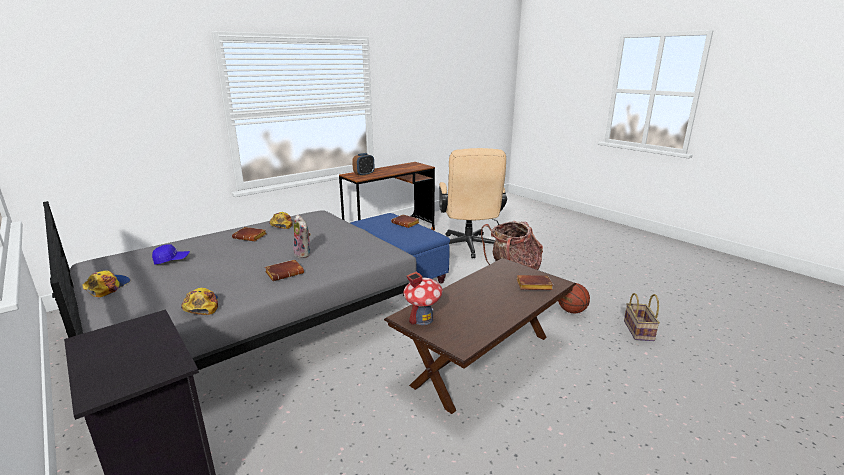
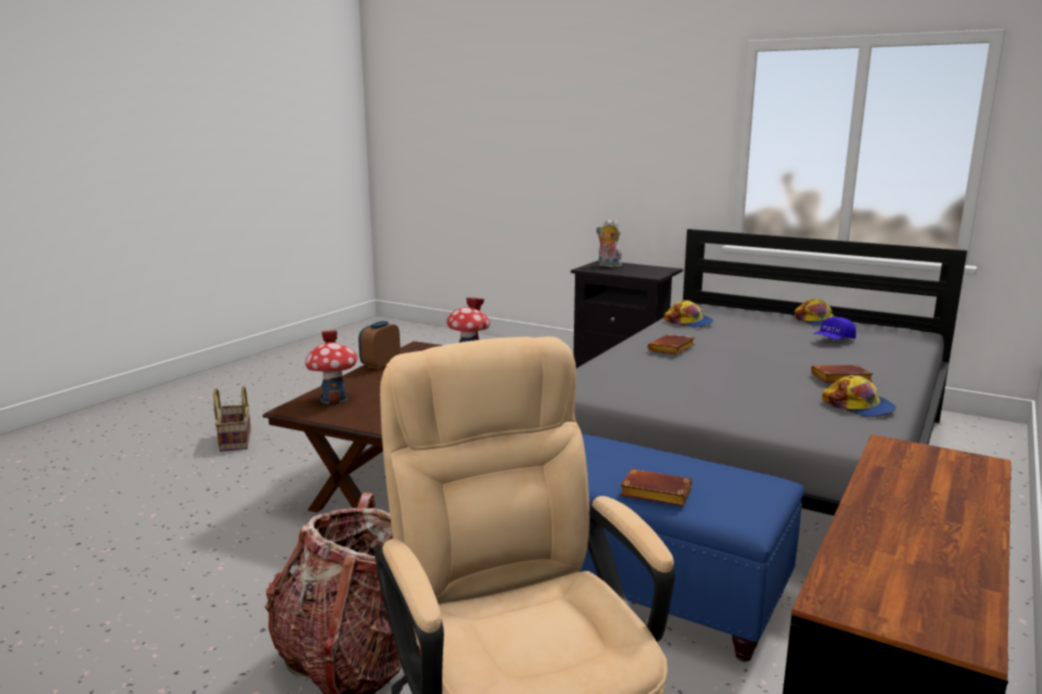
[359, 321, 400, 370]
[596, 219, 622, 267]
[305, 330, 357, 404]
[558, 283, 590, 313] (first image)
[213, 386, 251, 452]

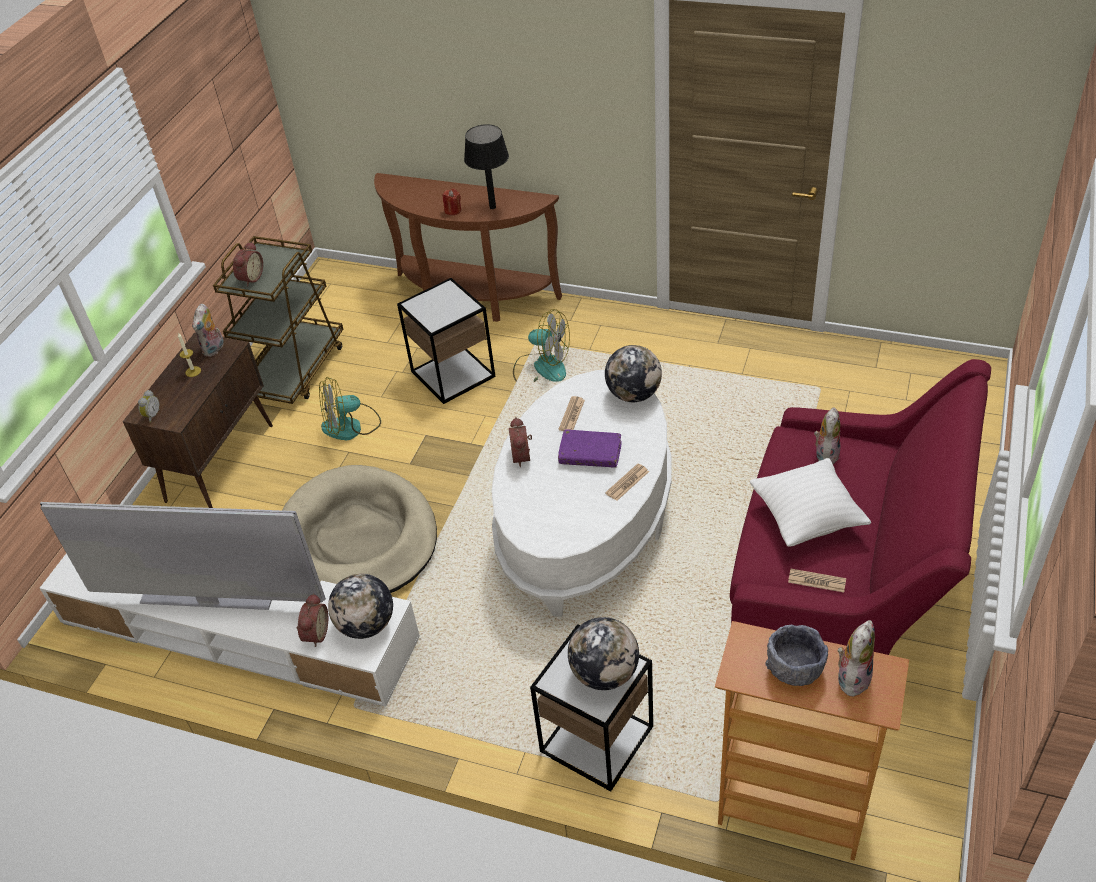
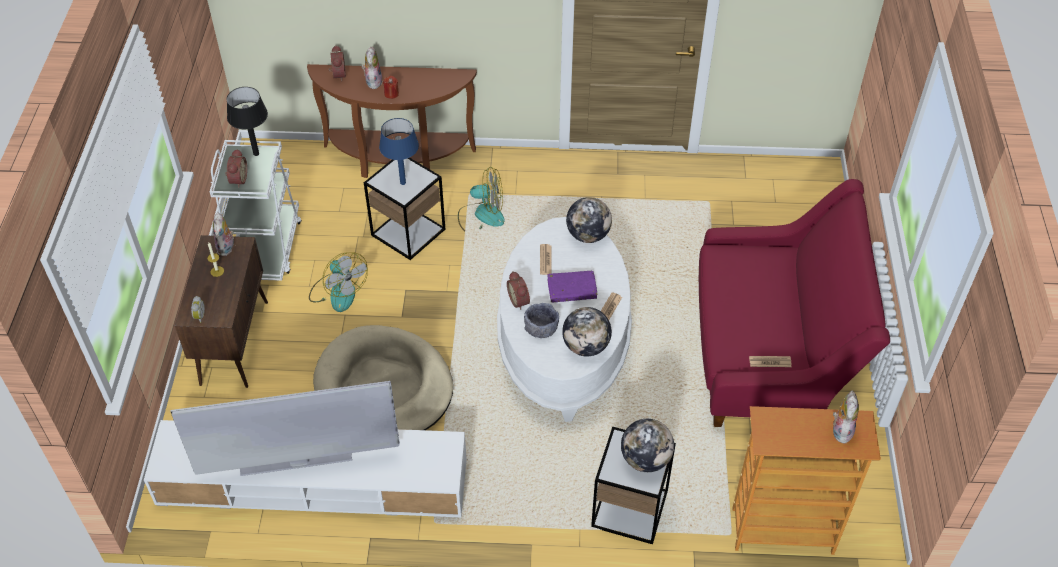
[227, 87, 268, 156]
[210, 140, 302, 281]
[309, 252, 368, 312]
[362, 47, 383, 89]
[750, 458, 871, 547] (first image)
[562, 307, 612, 357]
[329, 45, 346, 81]
[524, 303, 559, 338]
[379, 118, 419, 185]

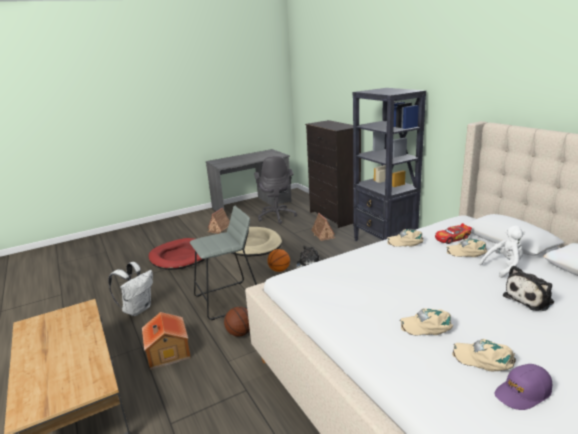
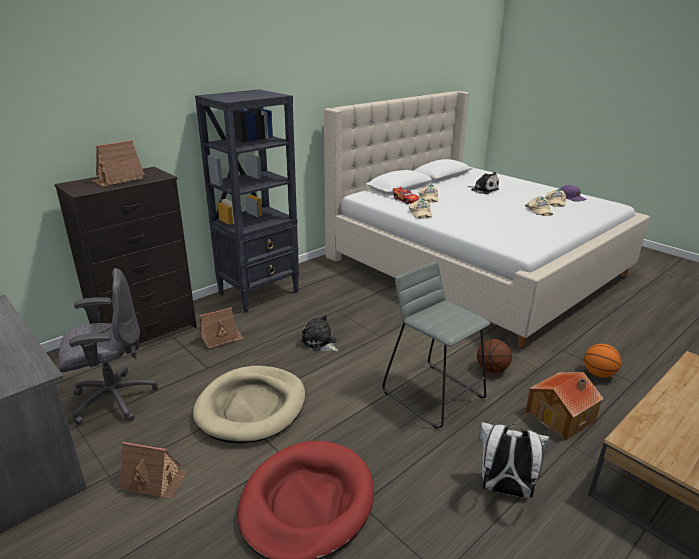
[479, 226, 525, 278] (first image)
[584, 344, 621, 378]
[91, 140, 145, 187]

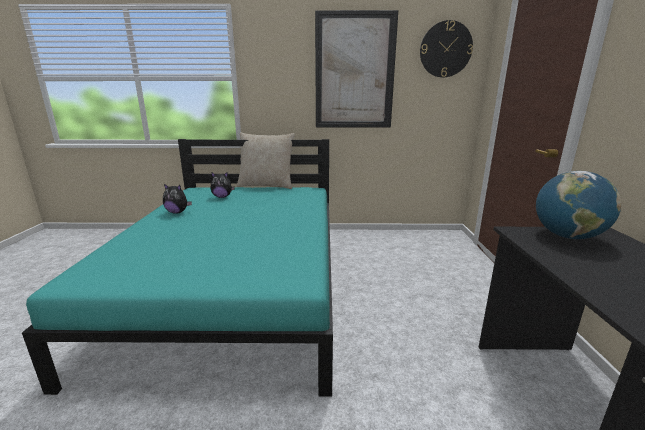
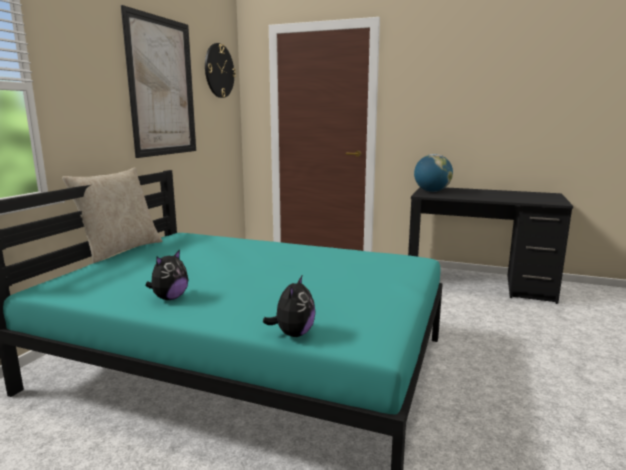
[263, 274, 316, 337]

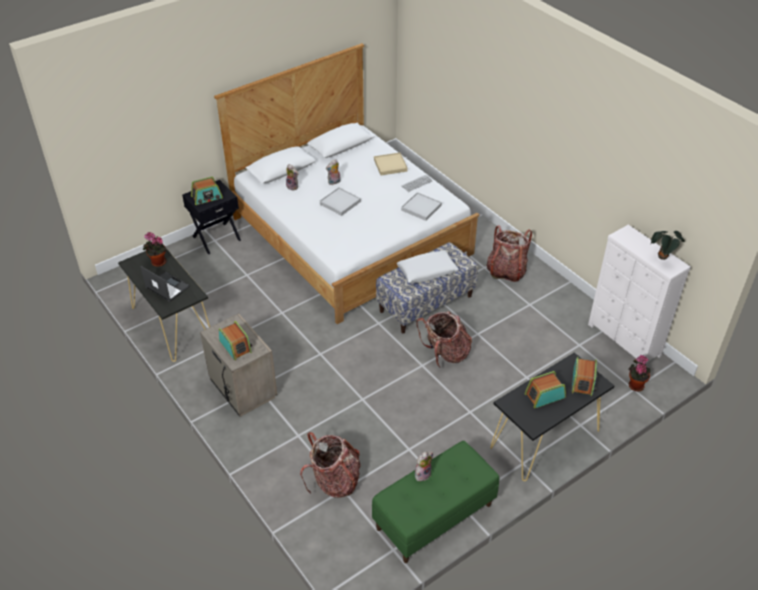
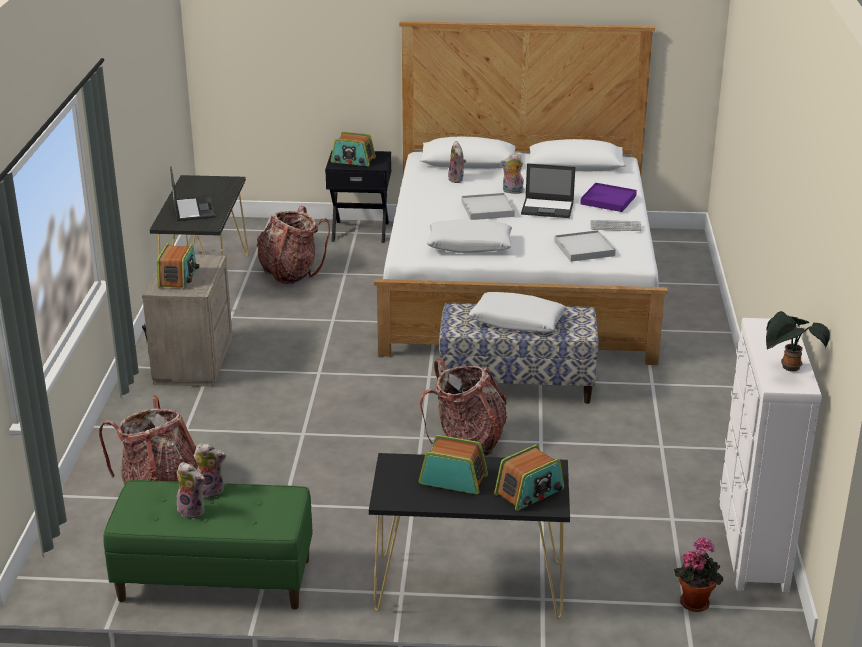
[580, 183, 637, 212]
[257, 206, 330, 285]
[143, 232, 166, 267] (first image)
[521, 164, 575, 218]
[427, 220, 512, 253]
[177, 462, 206, 519]

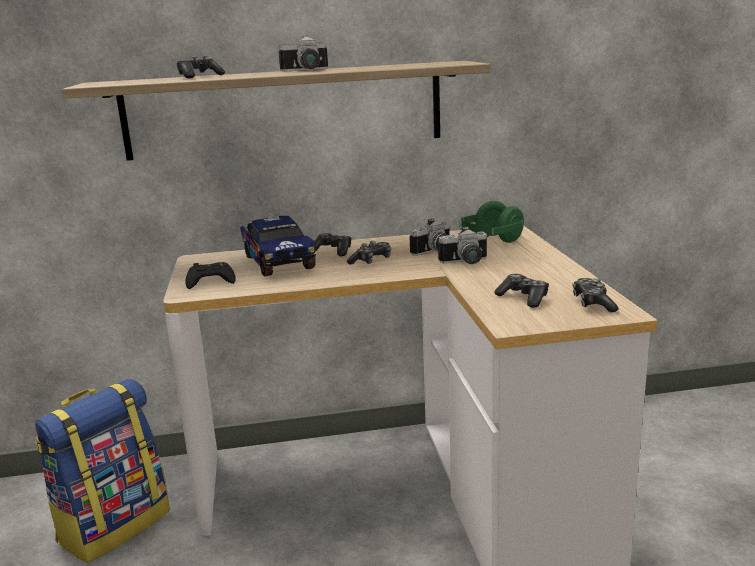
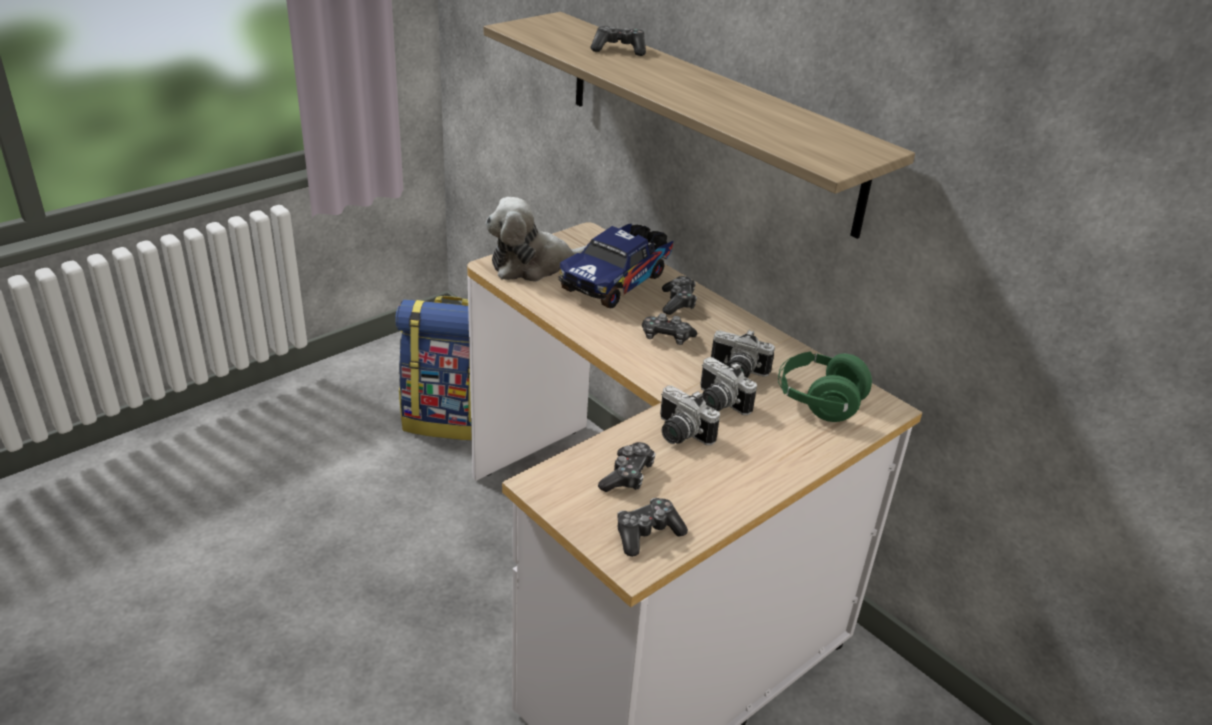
[660, 386, 720, 445]
[485, 197, 587, 282]

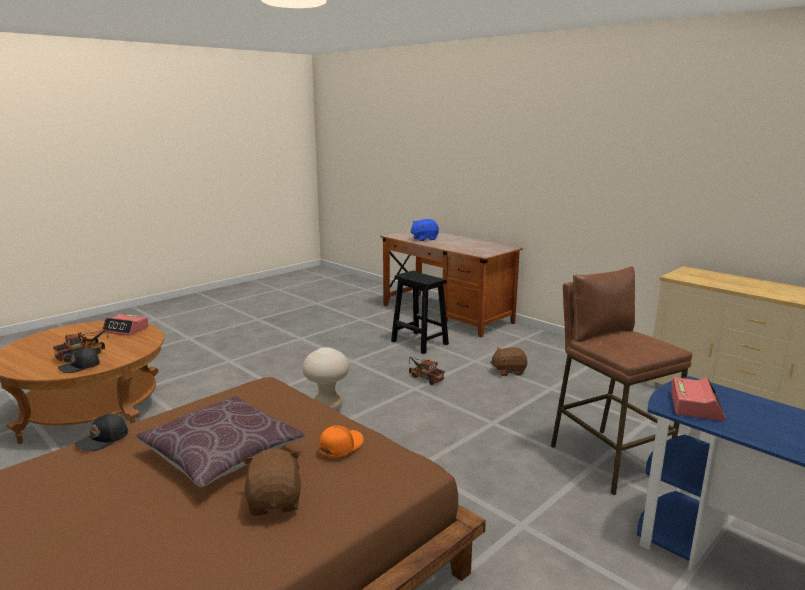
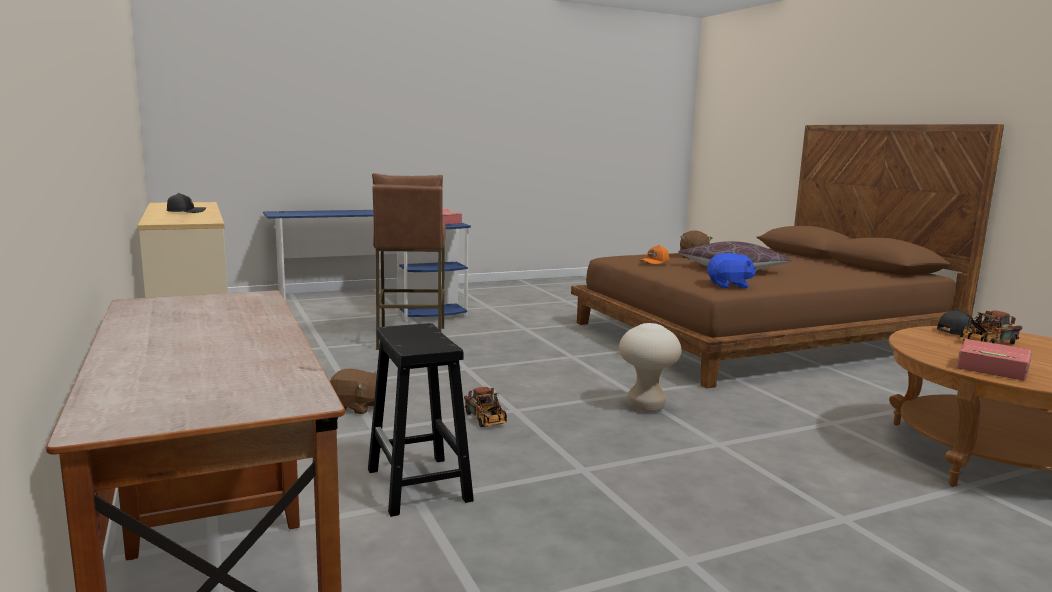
[707, 253, 756, 288]
[167, 193, 206, 213]

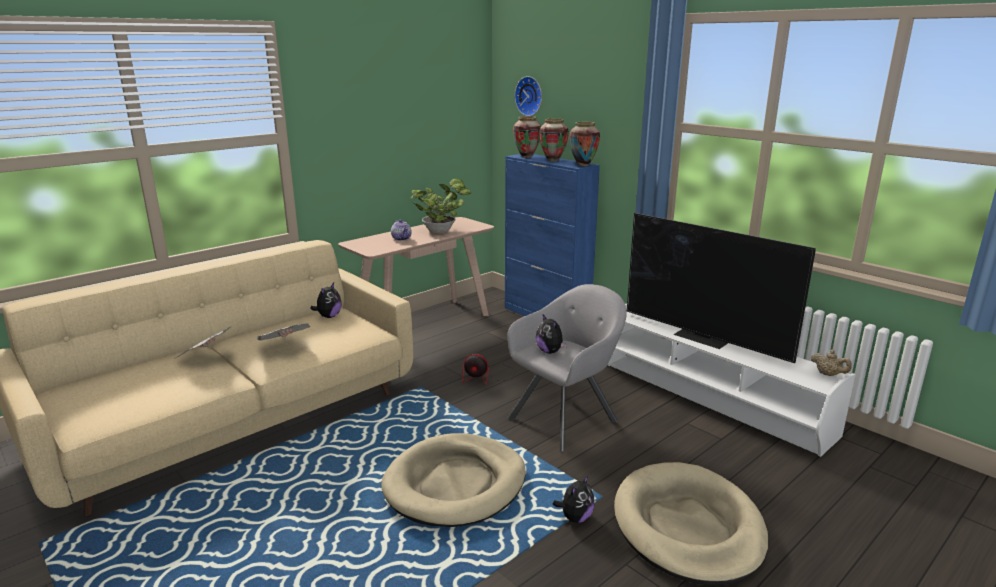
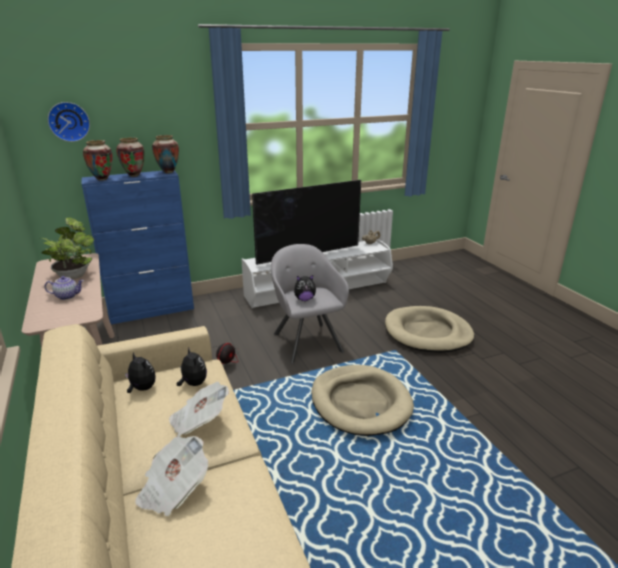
[177, 348, 207, 386]

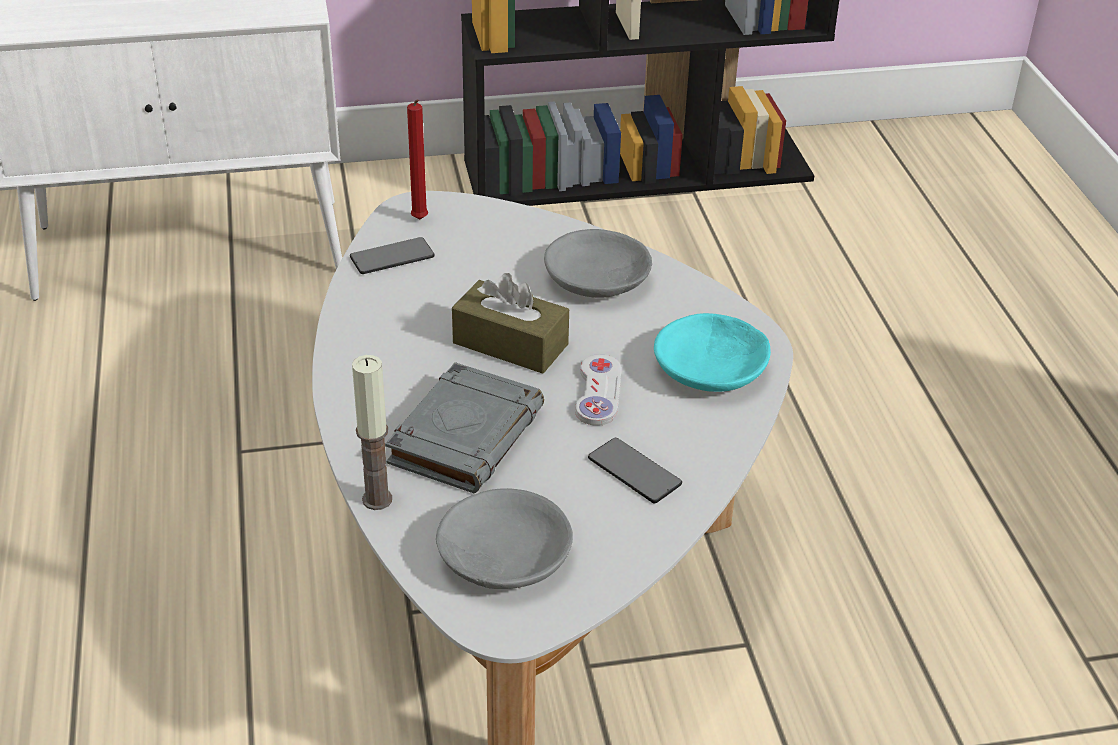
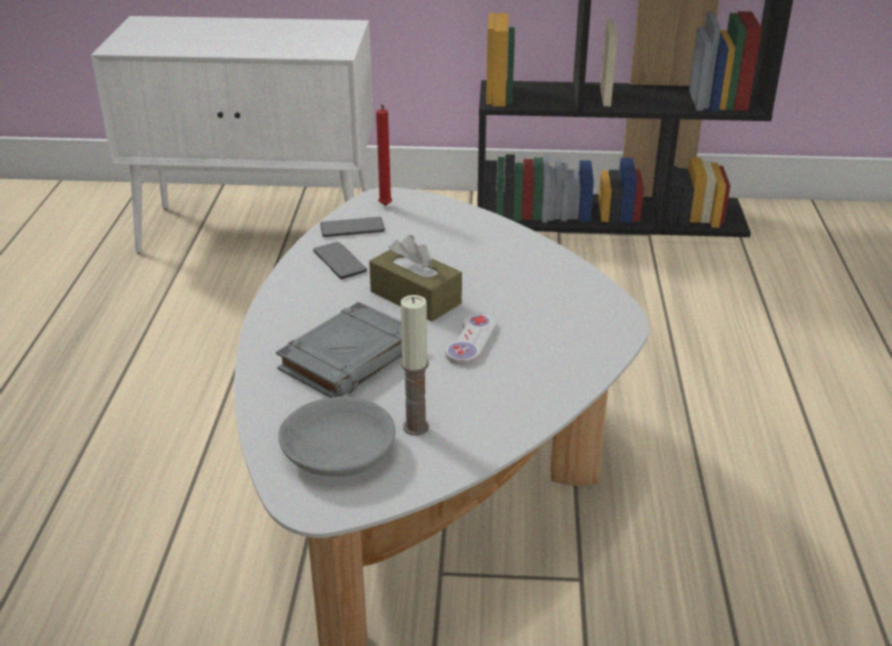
[544, 229, 652, 298] (first image)
[654, 313, 771, 392] (first image)
[401, 295, 429, 436]
[313, 242, 367, 279]

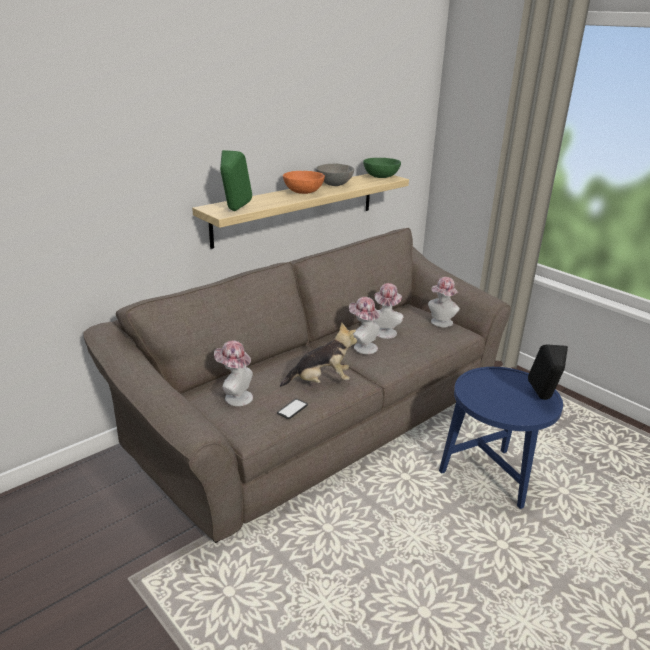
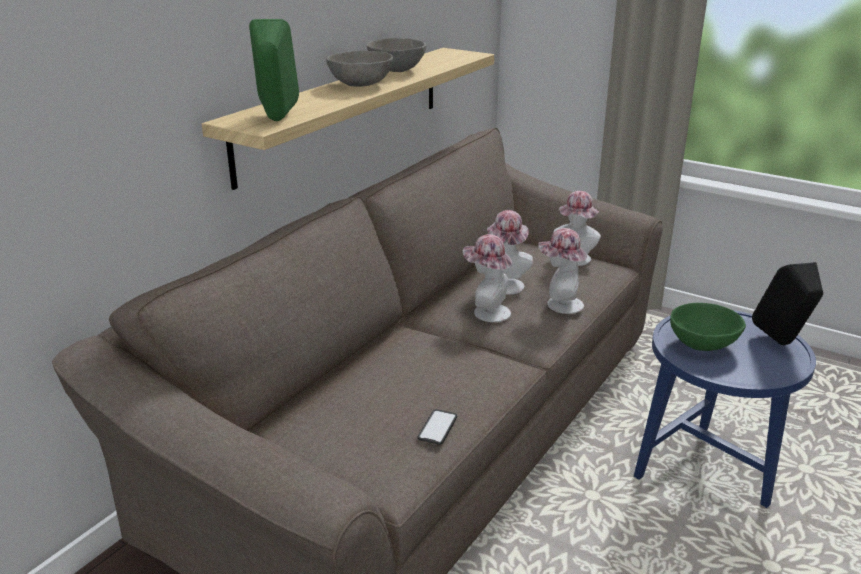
[670, 303, 746, 351]
[326, 51, 393, 87]
[280, 322, 357, 387] (first image)
[538, 228, 587, 314]

